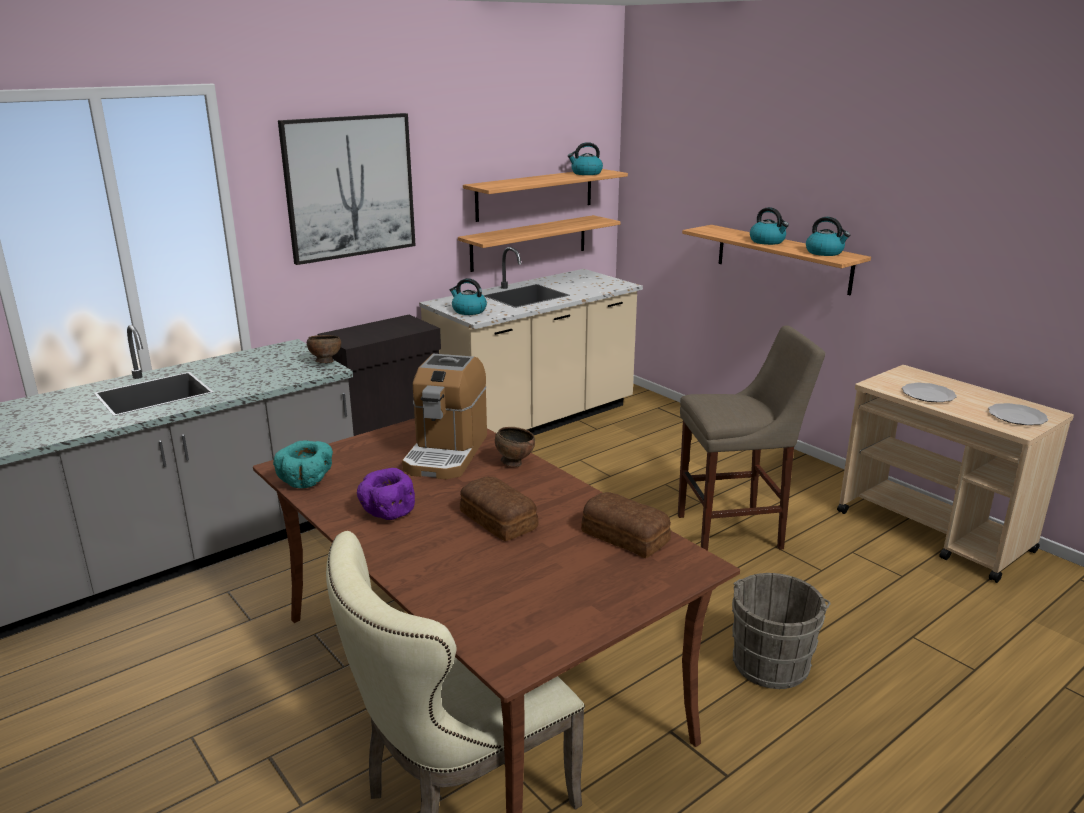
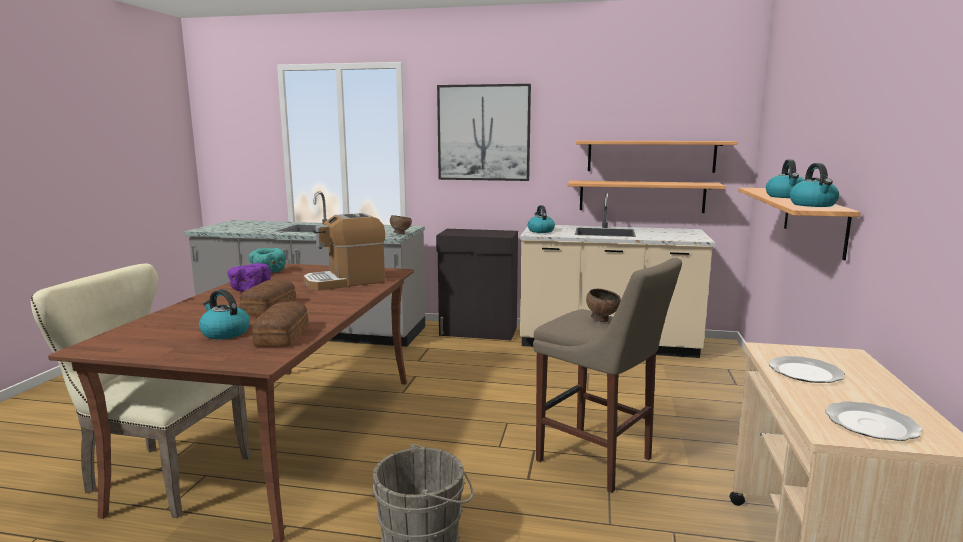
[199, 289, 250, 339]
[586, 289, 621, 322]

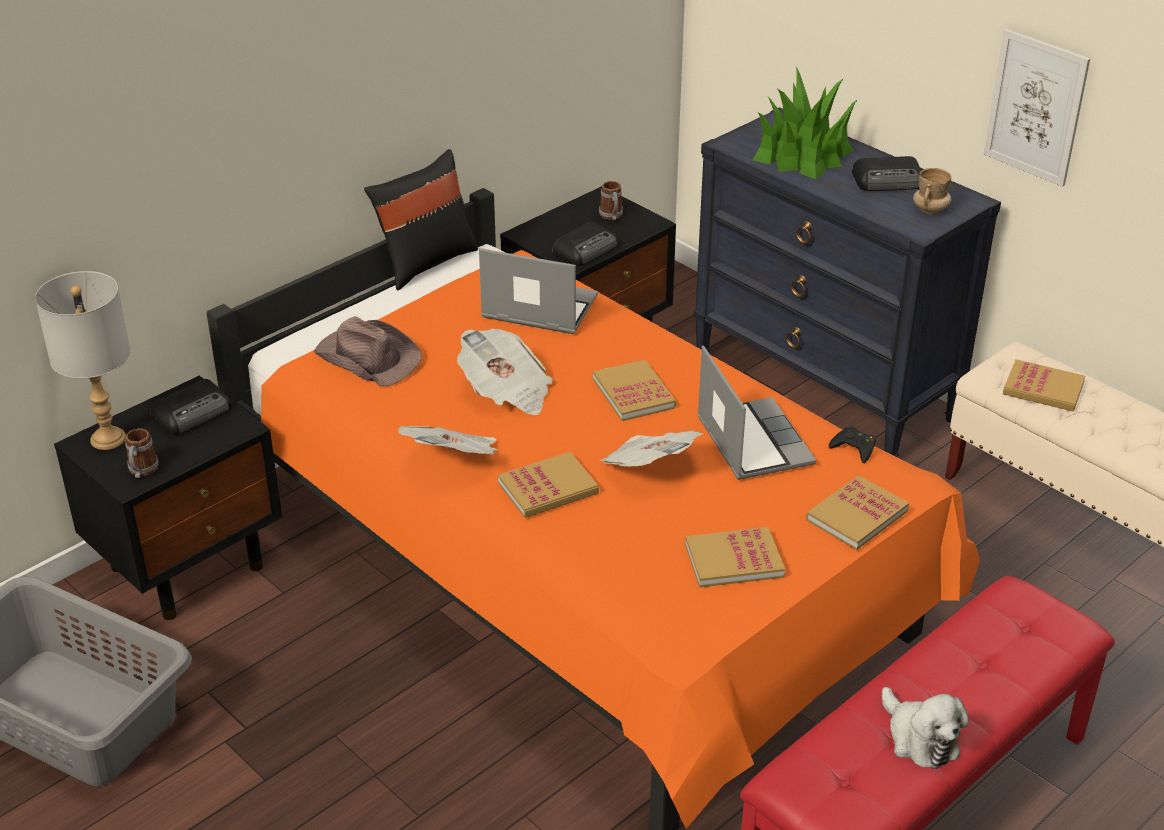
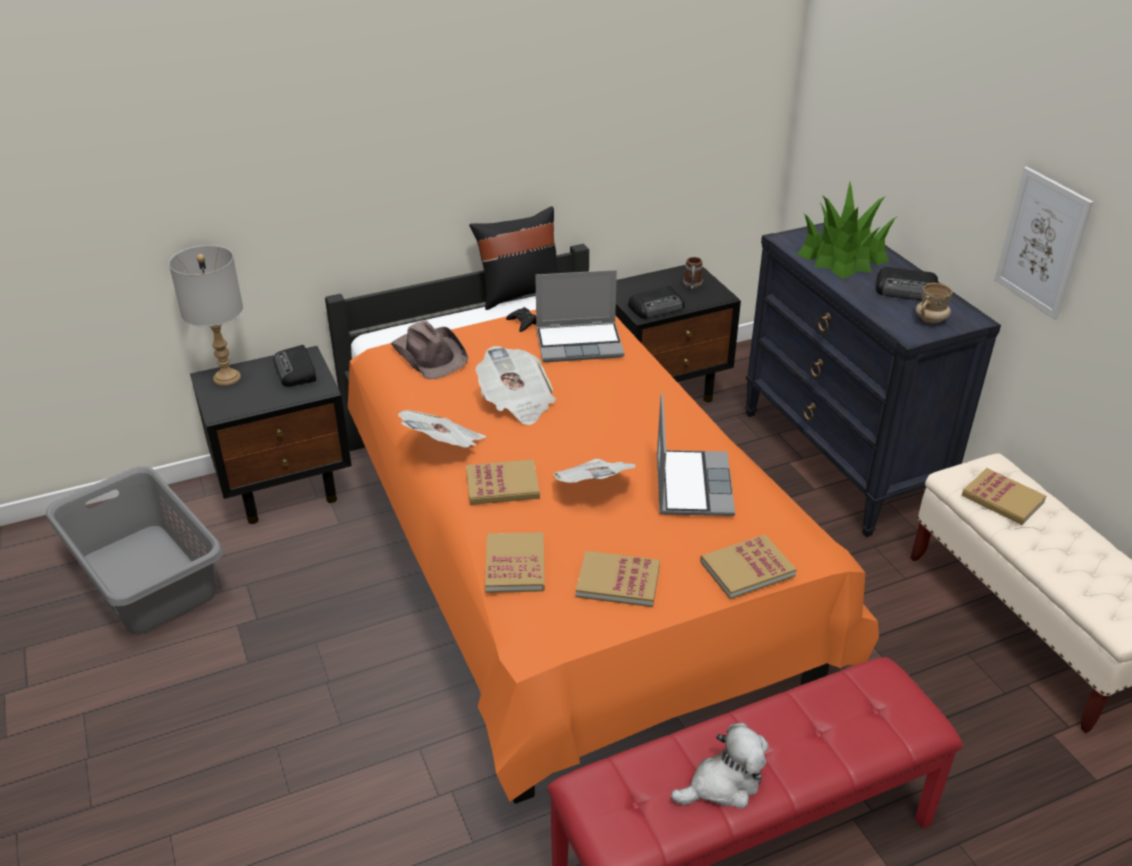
[535, 270, 624, 362]
[485, 532, 545, 593]
[273, 345, 316, 387]
[506, 307, 536, 332]
[125, 429, 159, 478] (first image)
[671, 723, 768, 809]

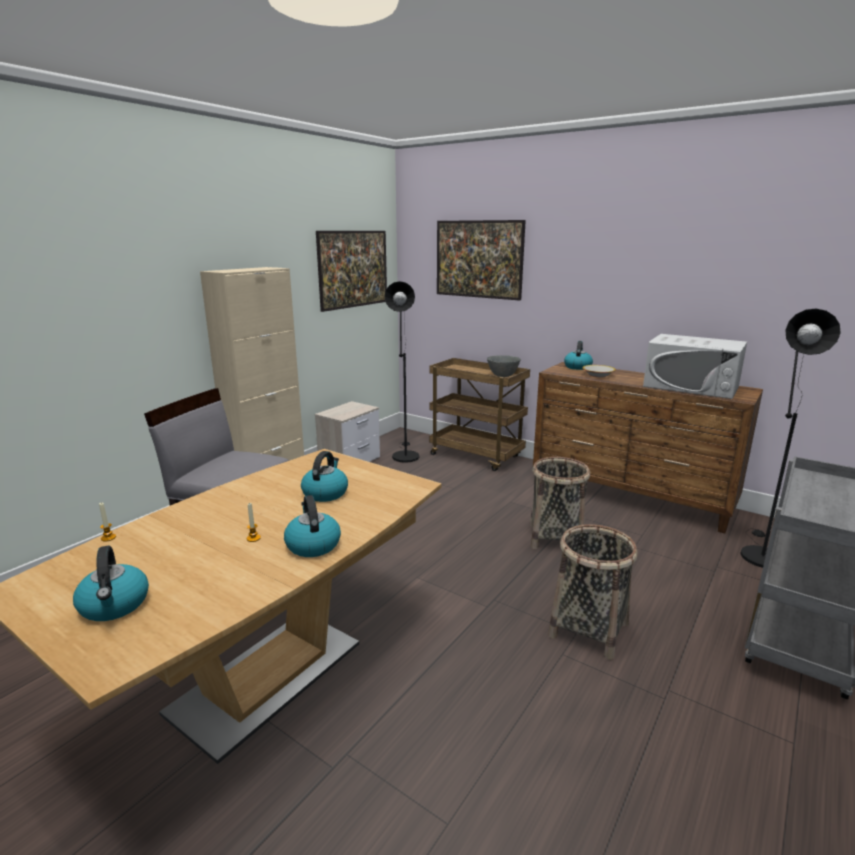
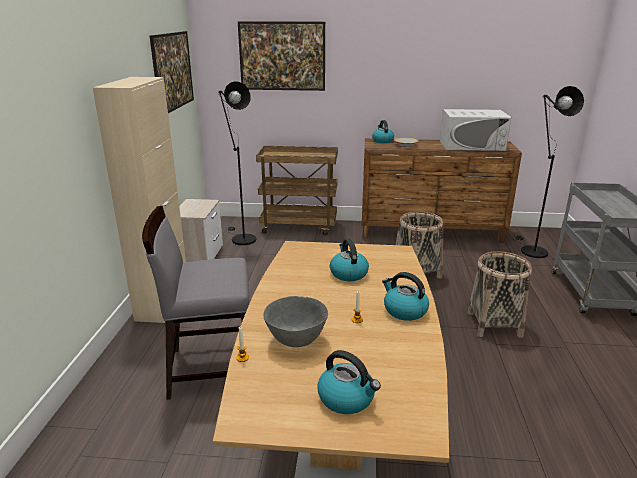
[263, 296, 328, 347]

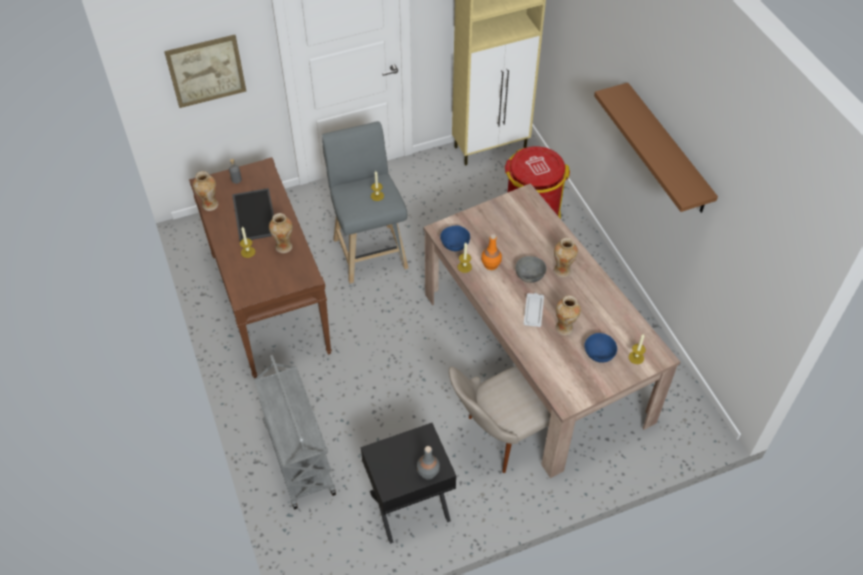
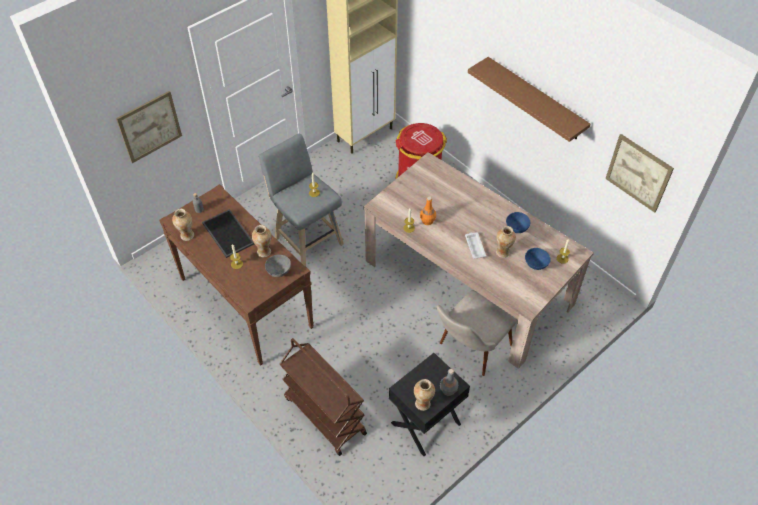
[506, 212, 530, 233]
[414, 379, 435, 411]
[265, 255, 291, 277]
[280, 338, 367, 456]
[605, 134, 674, 213]

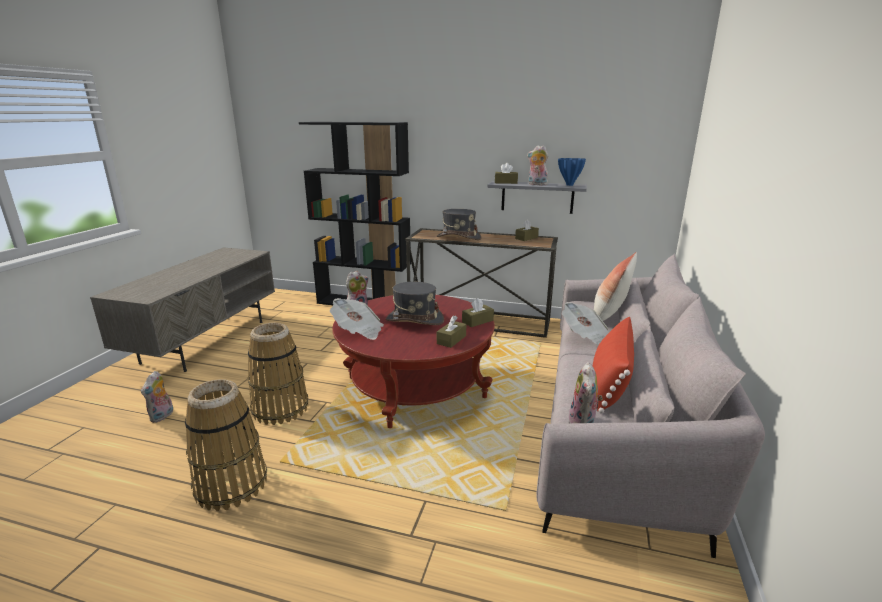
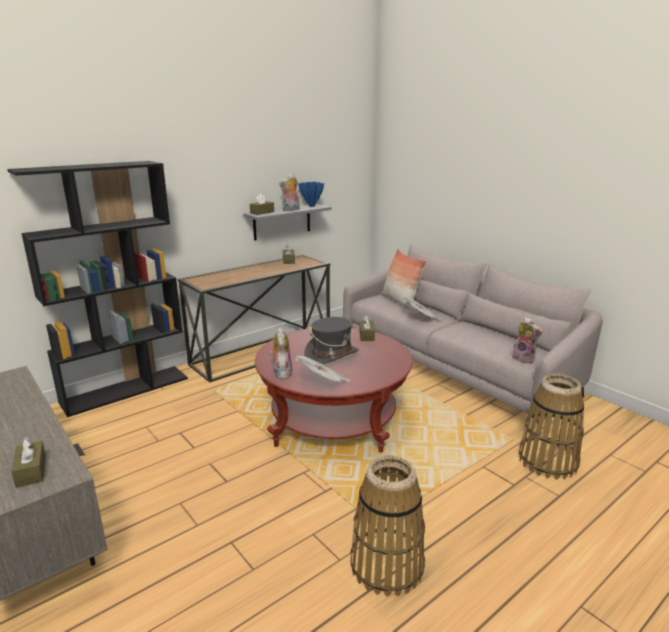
[437, 209, 482, 240] (first image)
[11, 437, 46, 488]
[593, 316, 634, 414] (first image)
[519, 374, 584, 480]
[141, 371, 173, 423] (first image)

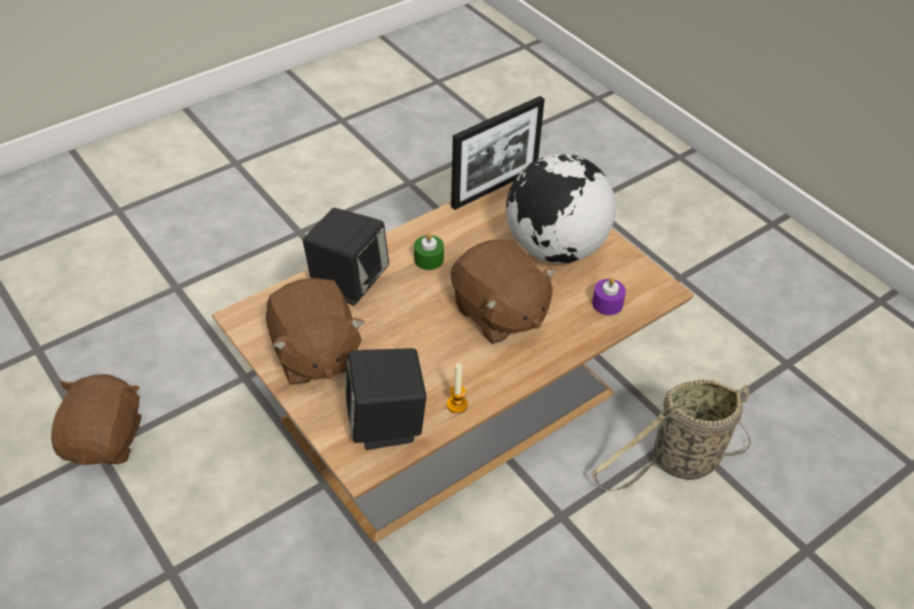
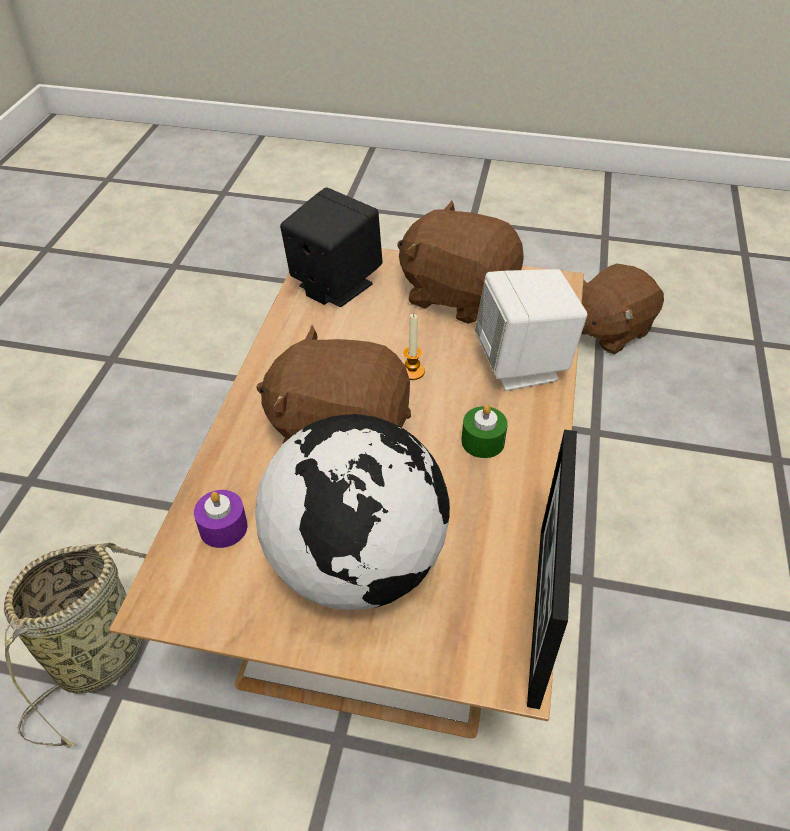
[475, 269, 587, 391]
[403, 314, 425, 380]
[581, 263, 664, 354]

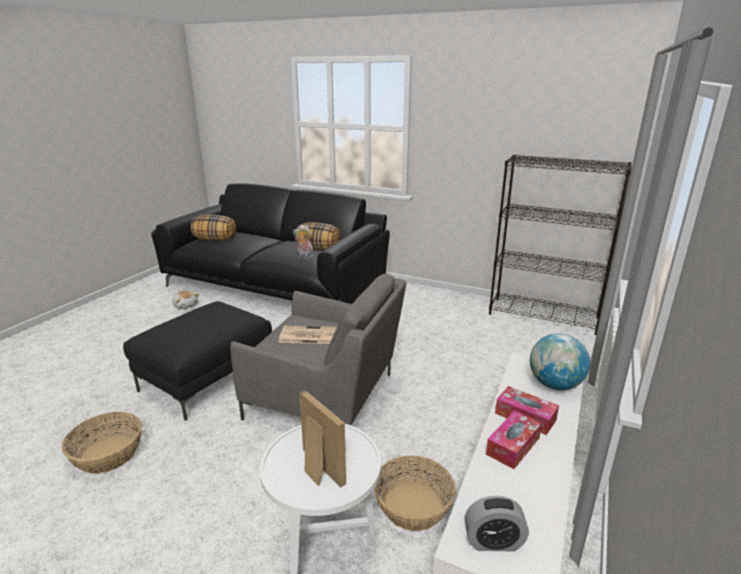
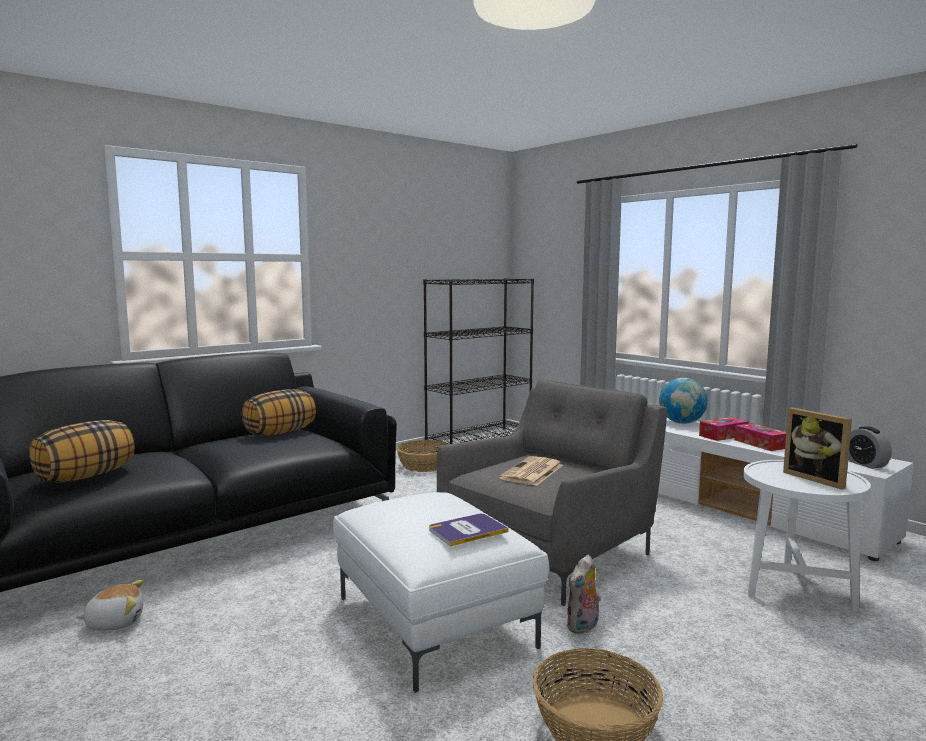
[566, 555, 601, 634]
[333, 492, 549, 693]
[783, 407, 852, 490]
[396, 440, 448, 472]
[848, 426, 892, 469]
[429, 514, 509, 546]

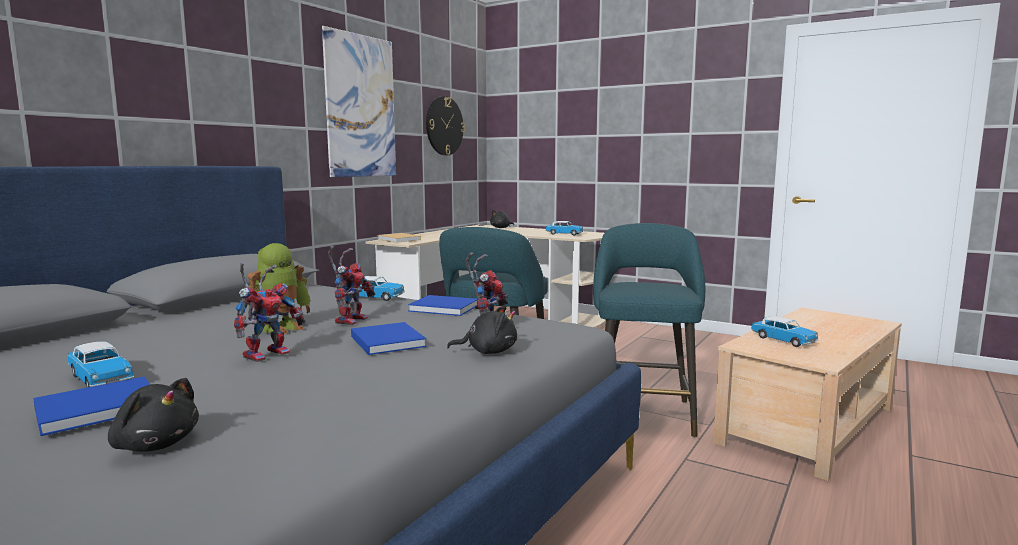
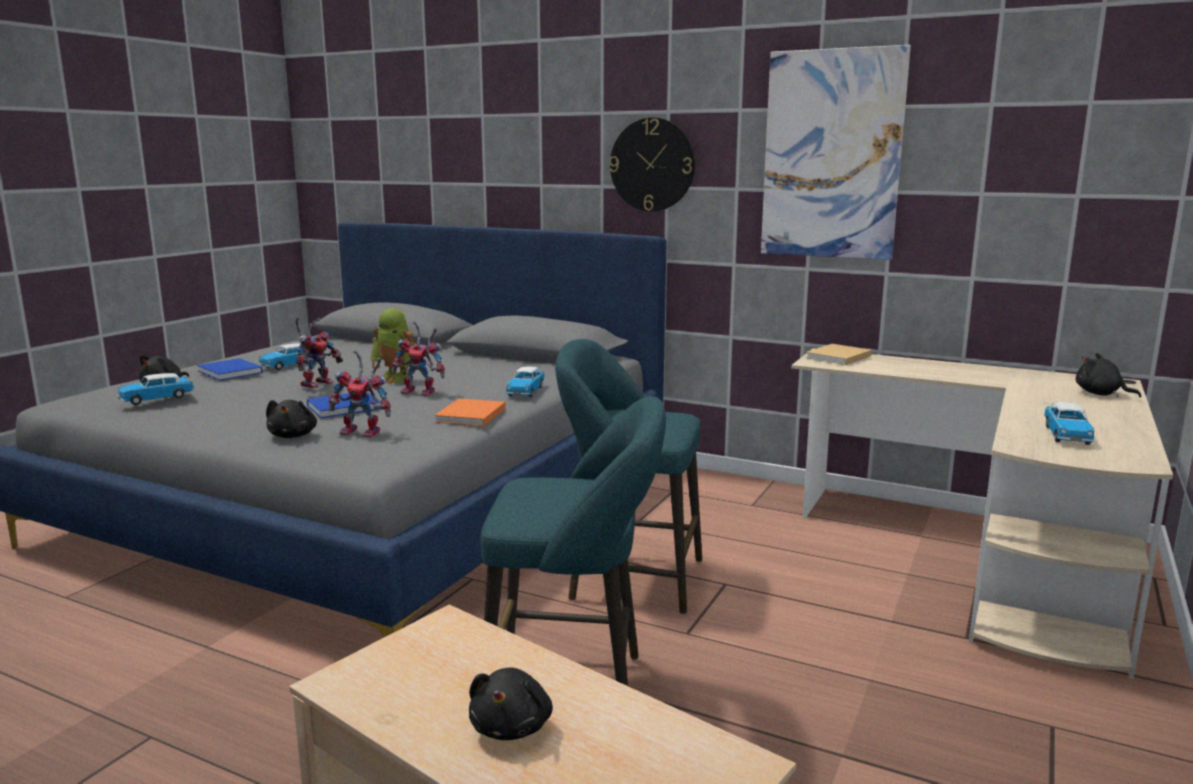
[609, 118, 695, 211]
[295, 317, 343, 388]
[434, 399, 506, 426]
[118, 373, 194, 405]
[469, 667, 553, 740]

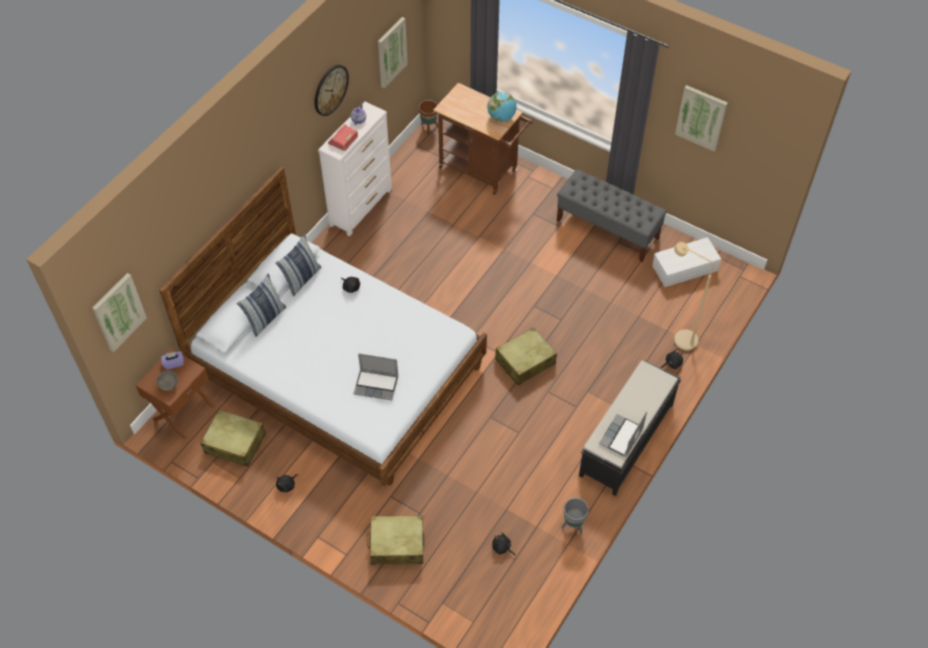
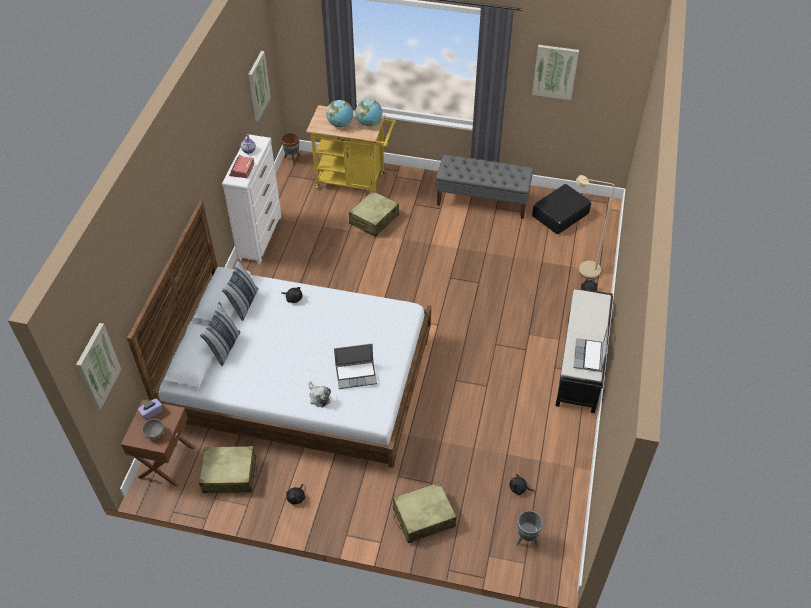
[314, 65, 349, 116] (first image)
[306, 105, 396, 192]
[532, 184, 591, 234]
[349, 191, 399, 237]
[516, 510, 543, 546]
[326, 100, 353, 127]
[309, 382, 331, 408]

